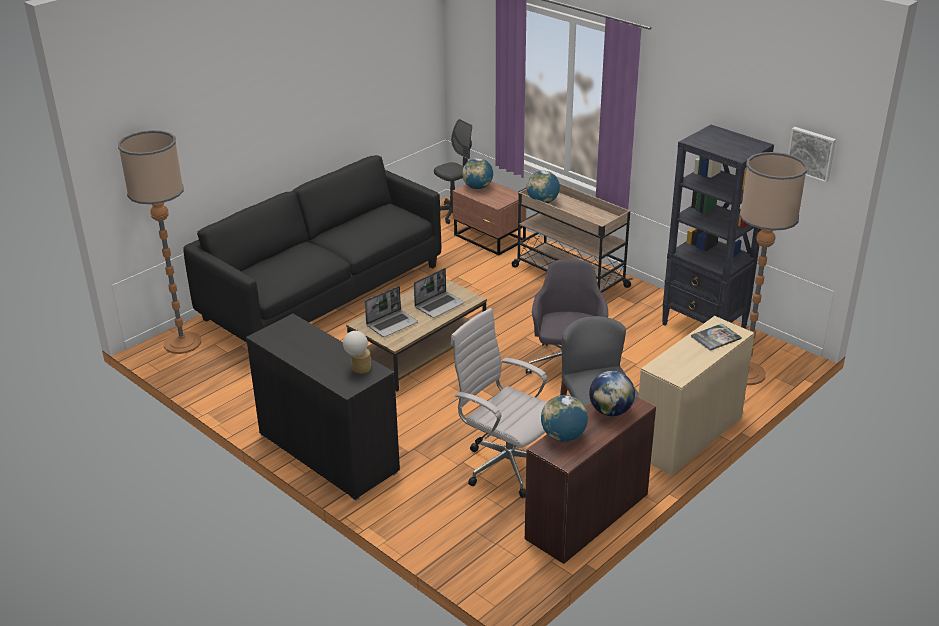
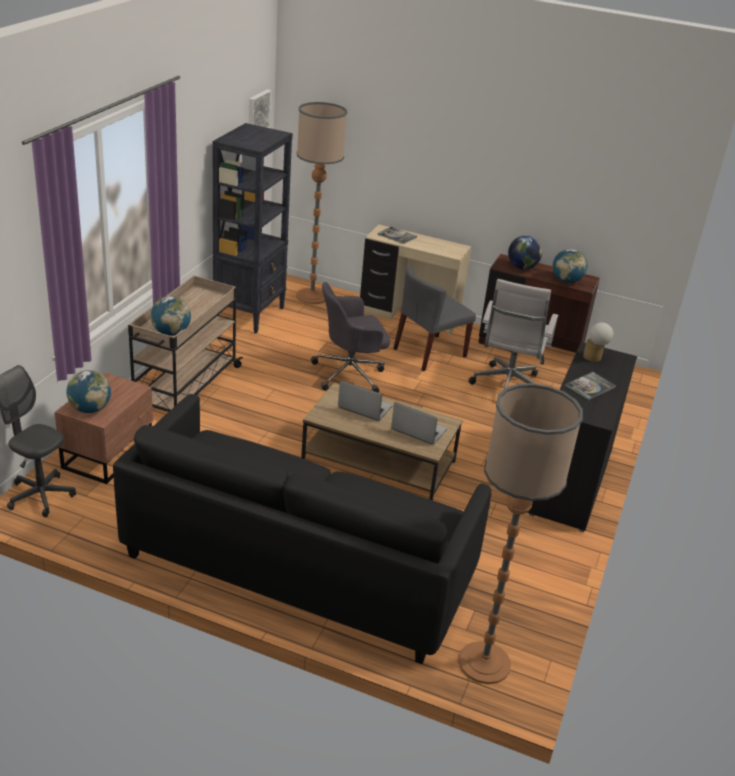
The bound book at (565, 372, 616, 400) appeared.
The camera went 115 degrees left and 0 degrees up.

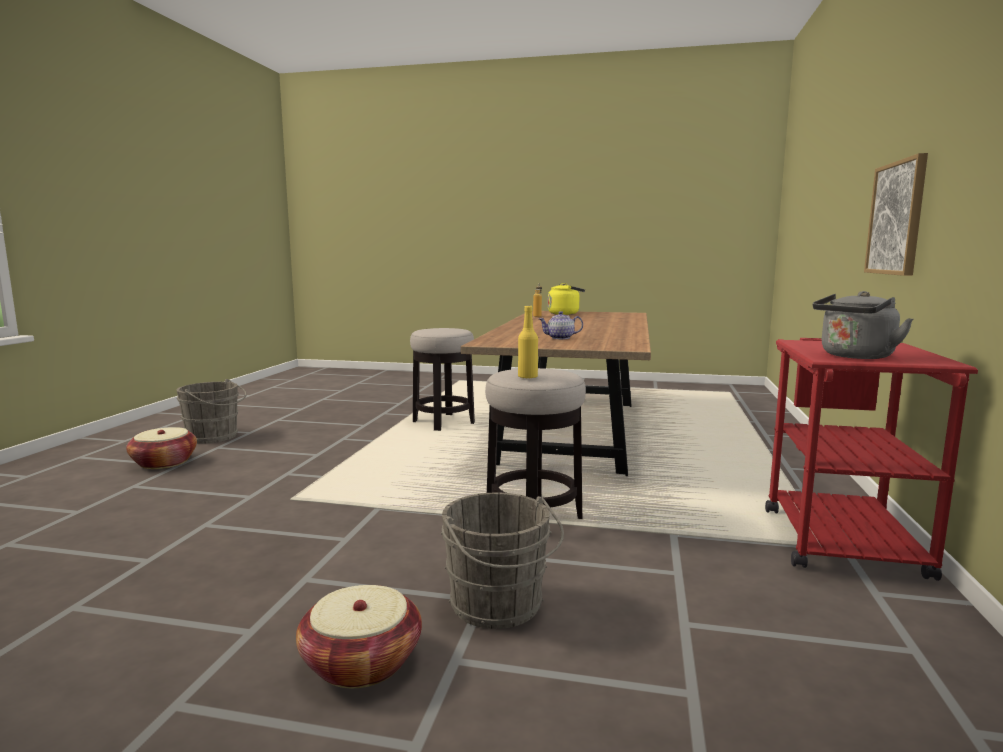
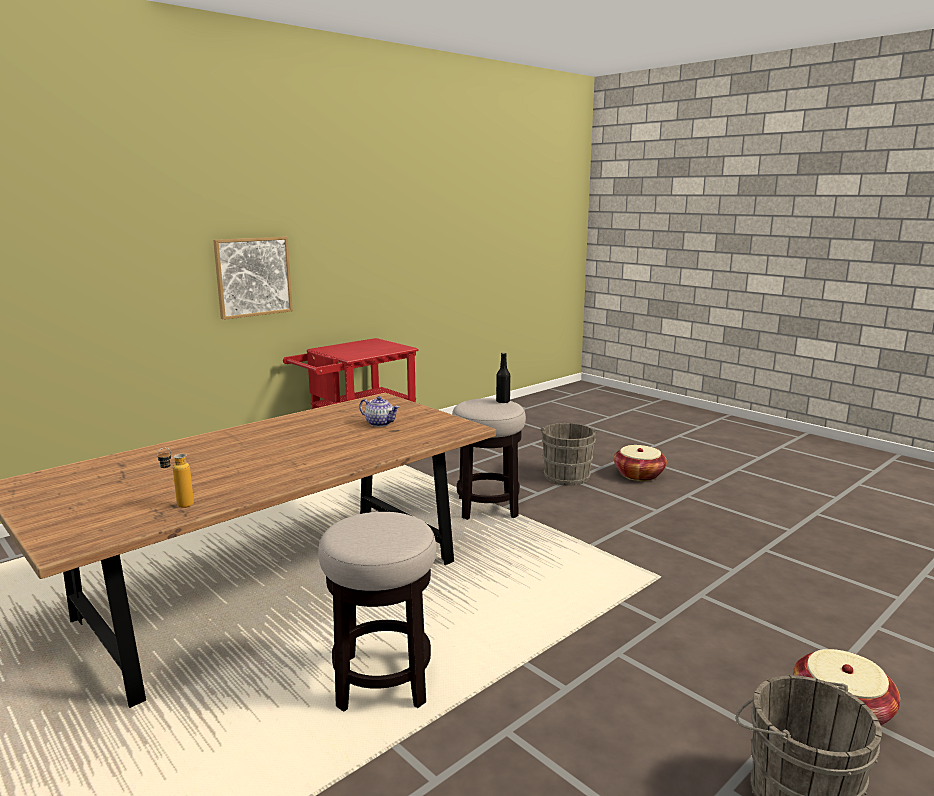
The yellow-coloured water kettle at (548, 283, 585, 315) disappeared.
The greyish water kettle at (813, 291, 913, 359) disappeared.
The yellow-coloured beverage bottle at (518, 306, 538, 379) became the black beverage bottle at (496, 353, 510, 403).
The camera went 145 degrees left and 5 degrees up.

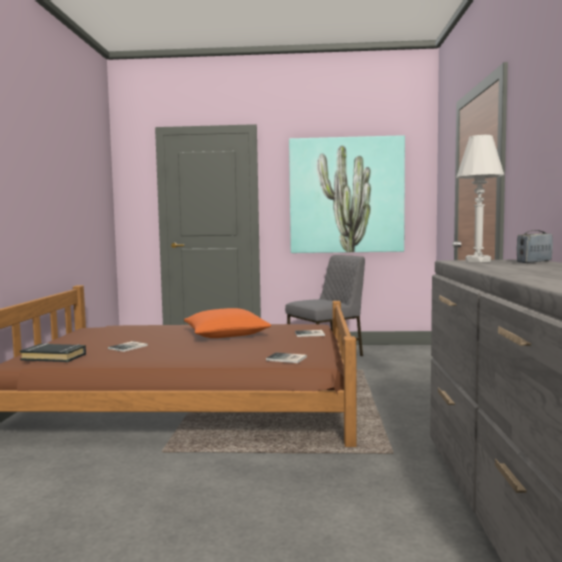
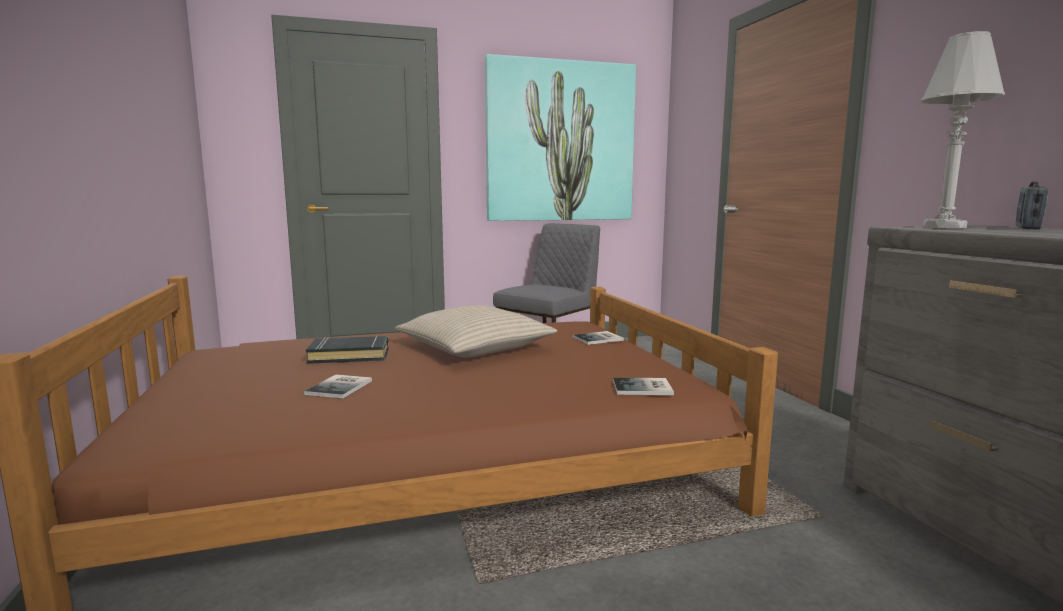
The orange throw pillow at (184, 308, 271, 338) became the sand-coloured throw pillow at (395, 305, 557, 358).
The black bound book moved from (20, 343, 86, 362) to (306, 336, 389, 364).
The camera went 20 degrees left and 5 degrees up.

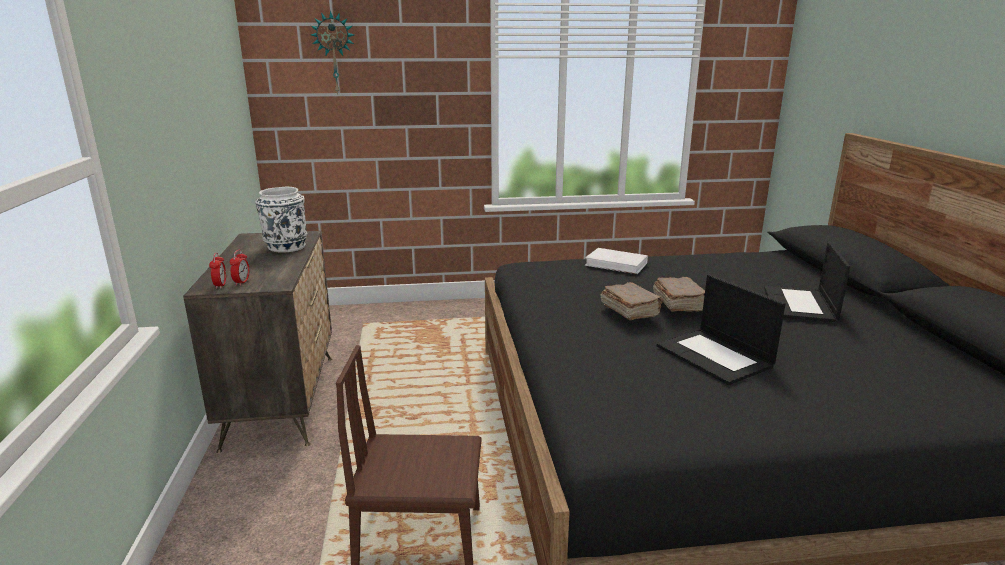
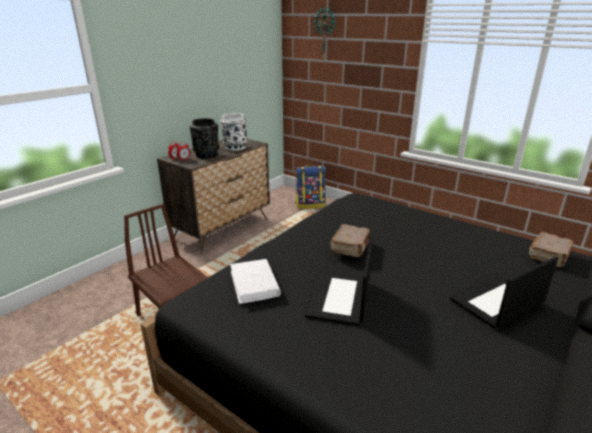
The white bound book moved from (585, 248, 648, 274) to (230, 259, 281, 304).
The brownish bound book moved from (653, 277, 705, 312) to (529, 232, 574, 267).
The black flower vase at (190, 118, 219, 158) appeared.
The rucksack at (295, 165, 326, 209) appeared.
The camera went 45 degrees right and 5 degrees up.

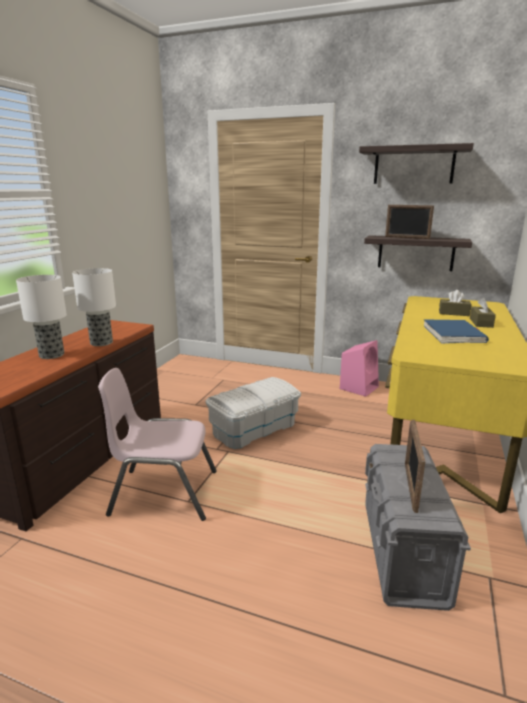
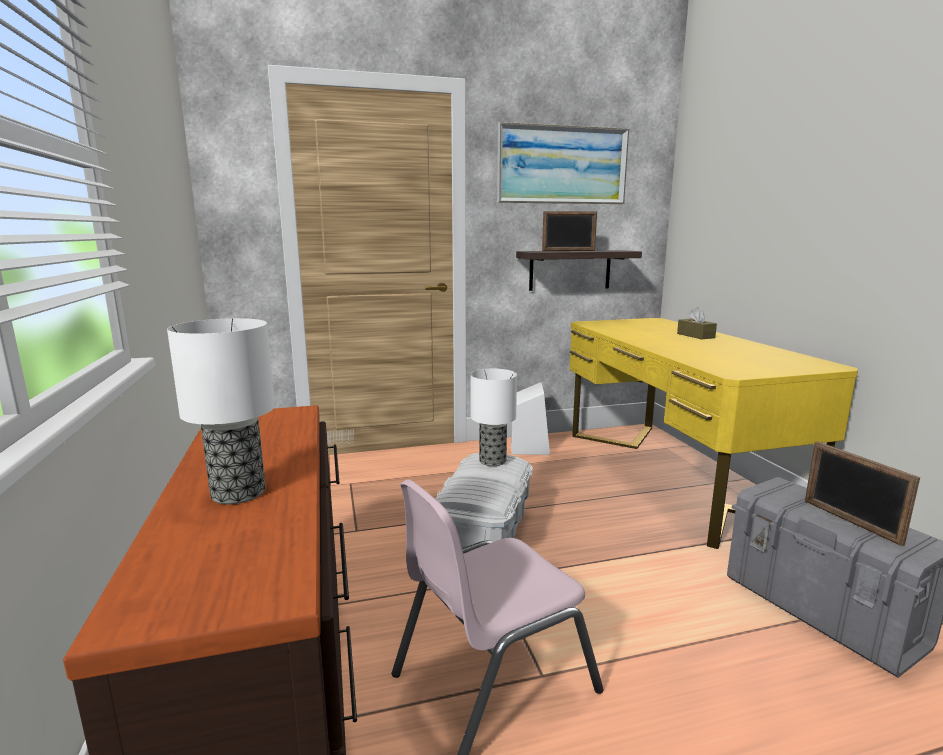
The bracket shelf at (359, 143, 474, 184) was replaced by the wall picture at (497, 122, 629, 204).
The tabletop lamp moved from (72, 268, 116, 346) to (471, 369, 517, 466).
The brownish tissue box at (439, 290, 472, 316) disappeared.
The bluish bound book at (424, 319, 489, 344) disappeared.
The pink-coloured speaker at (340, 340, 379, 397) became the white speaker at (511, 382, 550, 455).
The camera went 35 degrees left and 5 degrees down.

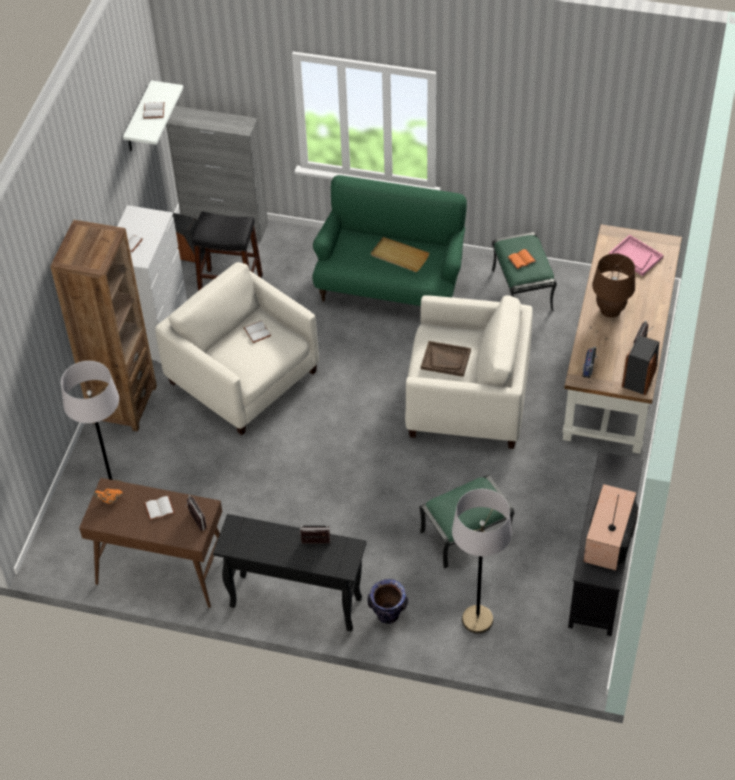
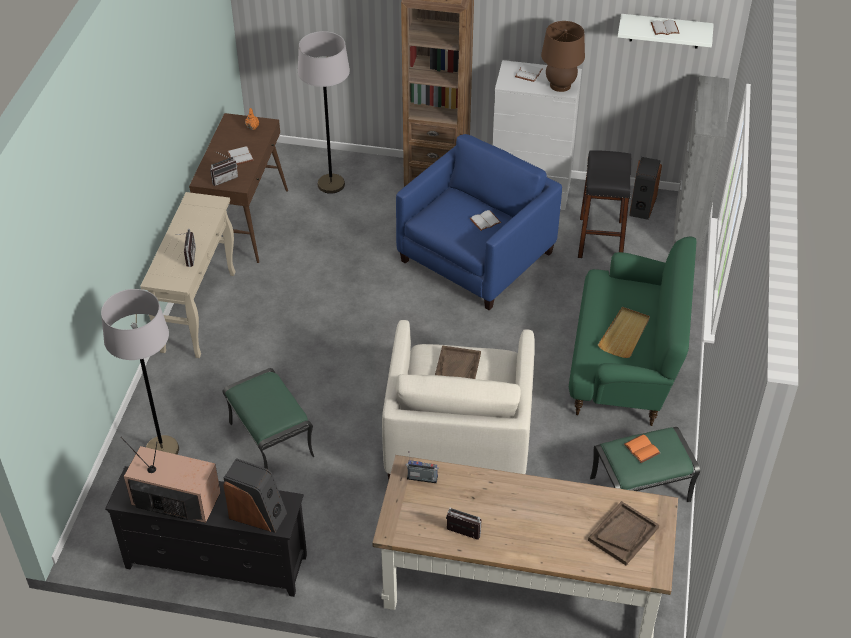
The pink-coloured tray at (609, 235, 663, 276) became the brownish tray at (588, 501, 659, 565).
The brownish tabletop lamp moved from (592, 253, 635, 317) to (541, 21, 585, 92).
The sand-coloured easy chair at (155, 262, 319, 435) became the bluish easy chair at (396, 134, 562, 310).
The speaker moved from (622, 335, 659, 395) to (223, 458, 287, 533).
The black console table at (213, 514, 366, 632) became the sand-coloured console table at (140, 192, 236, 358).
The flower vase at (368, 579, 408, 624) disappeared.
The camera went 85 degrees right and 5 degrees down.

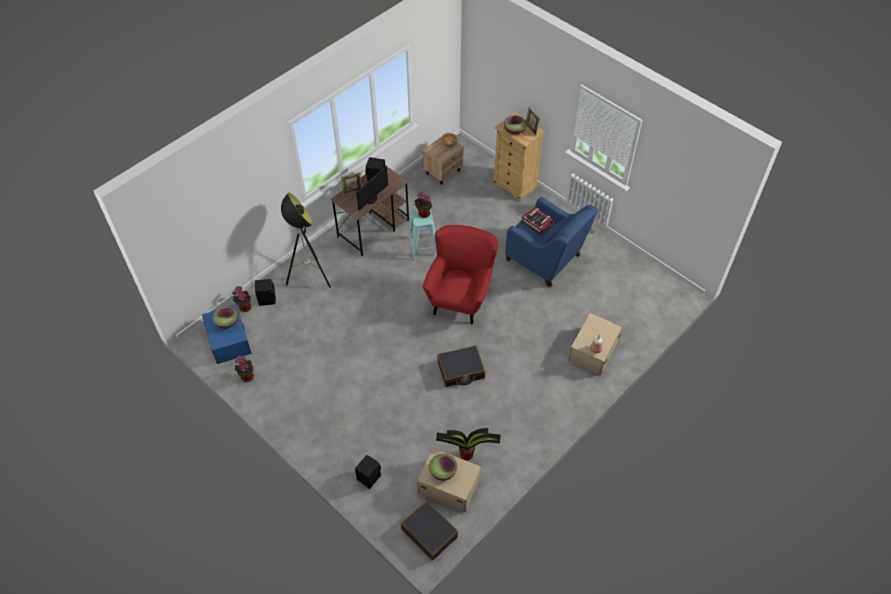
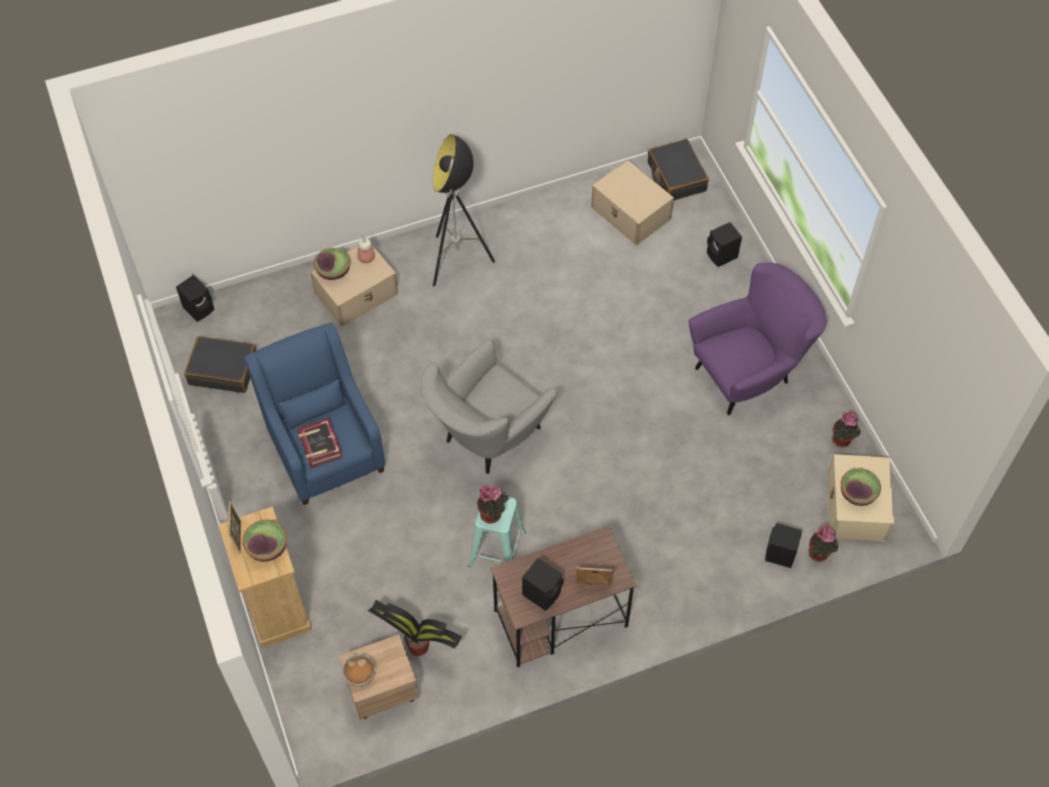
The computer screen at (356, 166, 388, 211) disappeared.
The standard lamp moved from (281, 193, 331, 288) to (433, 134, 495, 287).
The red easy chair at (423, 225, 498, 324) became the greyish easy chair at (420, 340, 557, 474).
The bluish storage bin at (202, 304, 252, 364) became the sand-coloured storage bin at (827, 454, 894, 541).
The black suitcase moved from (437, 346, 485, 387) to (184, 336, 256, 393).
The plant in a pot moved from (436, 428, 501, 460) to (368, 600, 462, 656).
The deep dish moved from (429, 454, 457, 481) to (314, 248, 350, 280).
The purple-coloured easy chair at (689, 263, 827, 415) appeared.
The black speaker at (176, 275, 215, 322) appeared.
The camera went 155 degrees left and 5 degrees up.

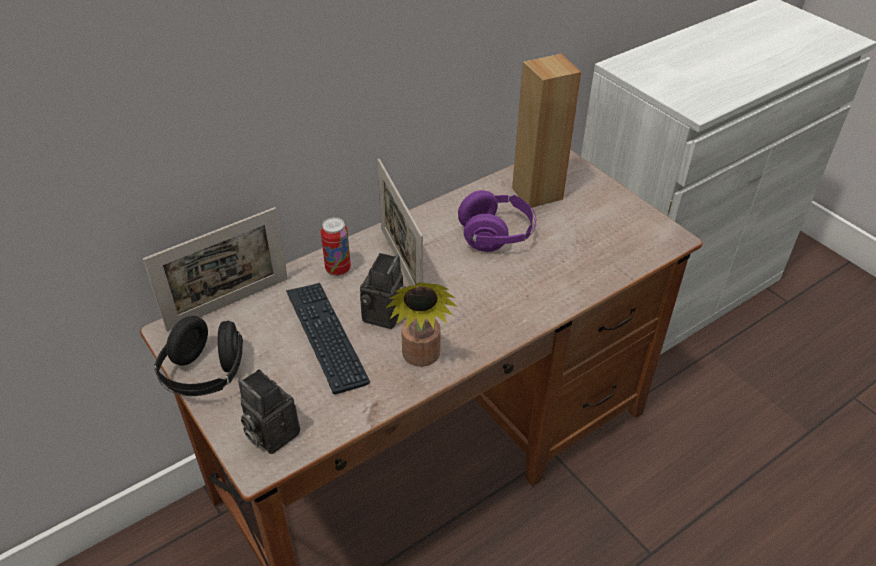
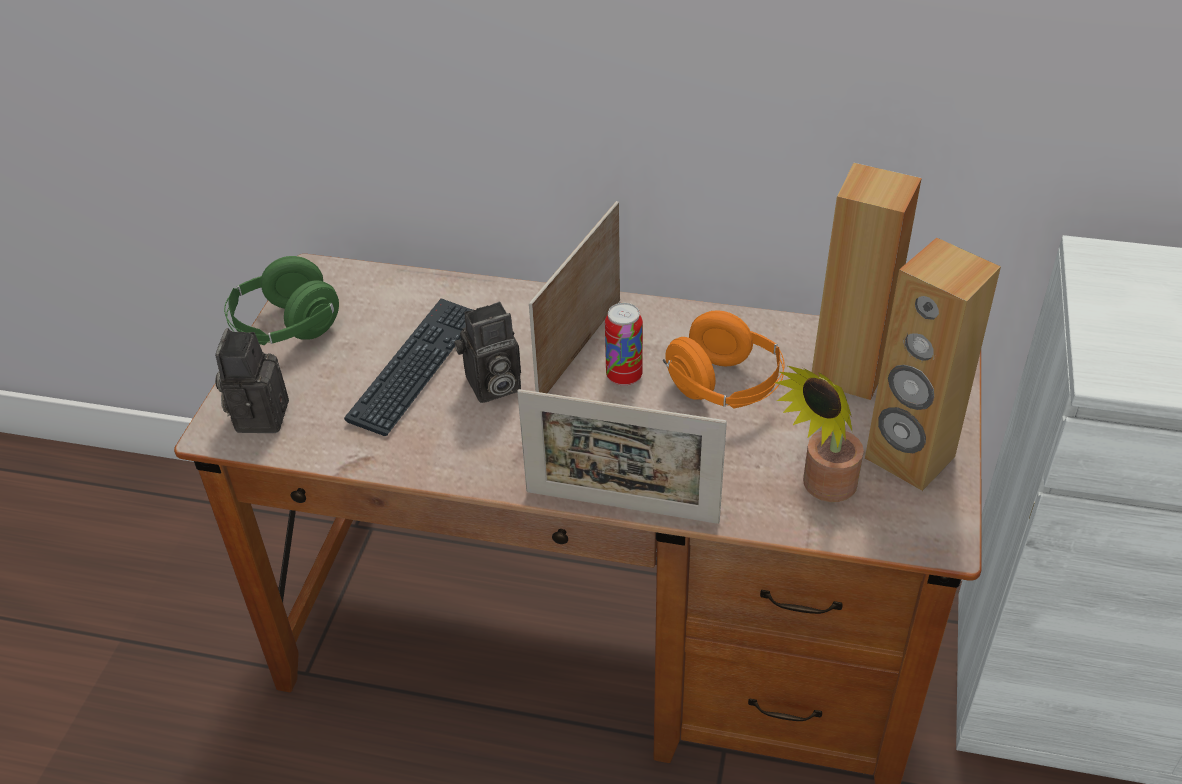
The purple-coloured pair of headphones at (458, 190, 536, 252) became the orange pair of headphones at (663, 310, 785, 409).
The photo frame moved from (143, 207, 288, 331) to (517, 389, 727, 524).
The sealed can moved from (321, 217, 351, 276) to (605, 303, 643, 386).
The plant in a pot moved from (386, 282, 457, 367) to (775, 366, 864, 502).
The black pair of headphones at (154, 316, 243, 396) became the green pair of headphones at (224, 256, 339, 345).
The brownish speaker at (865, 237, 1001, 491) appeared.
The camera went 50 degrees right and 0 degrees up.

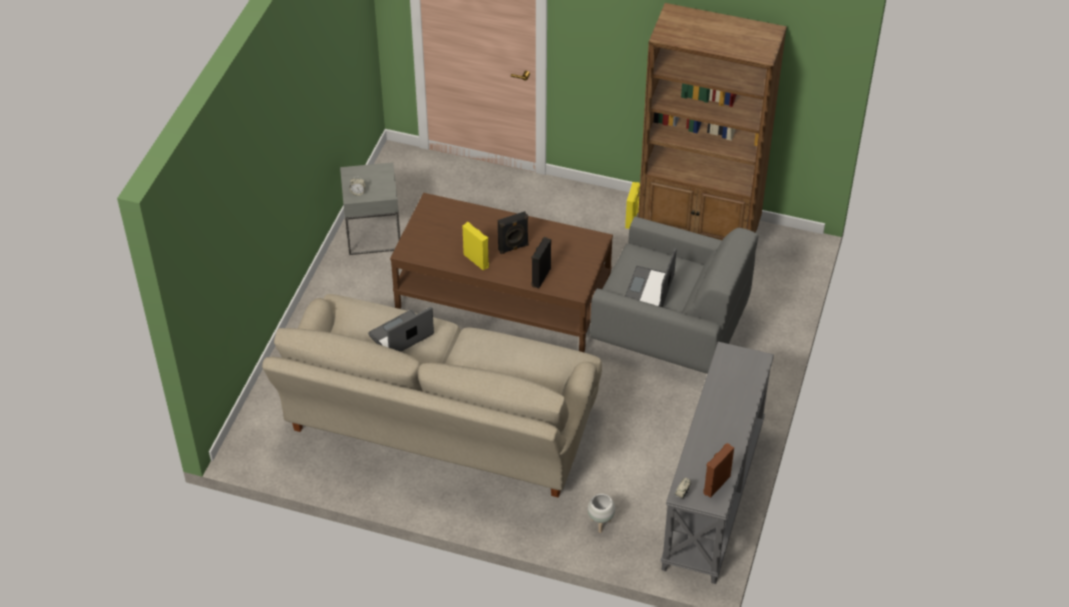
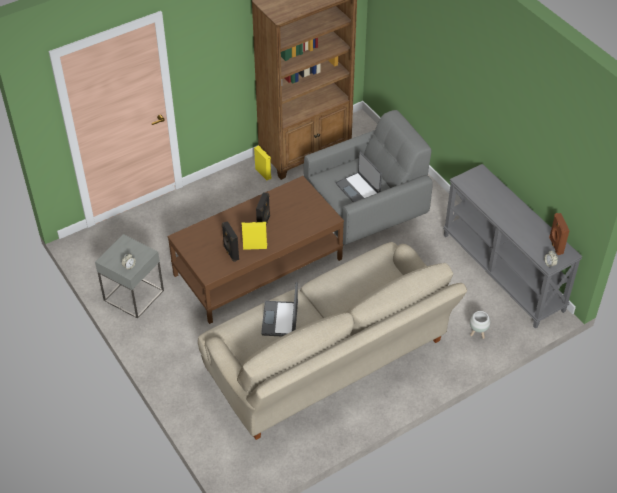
The black speaker moved from (531, 237, 551, 288) to (222, 221, 239, 262).
The camera went 50 degrees left and 0 degrees up.

